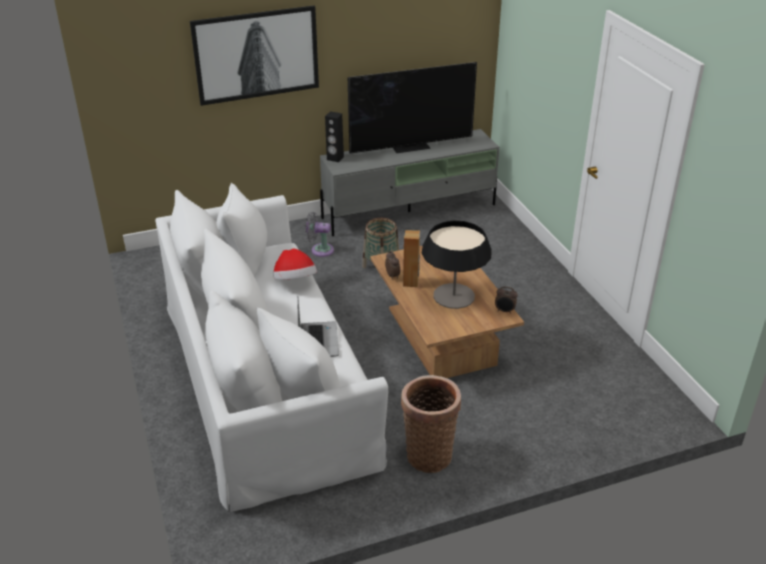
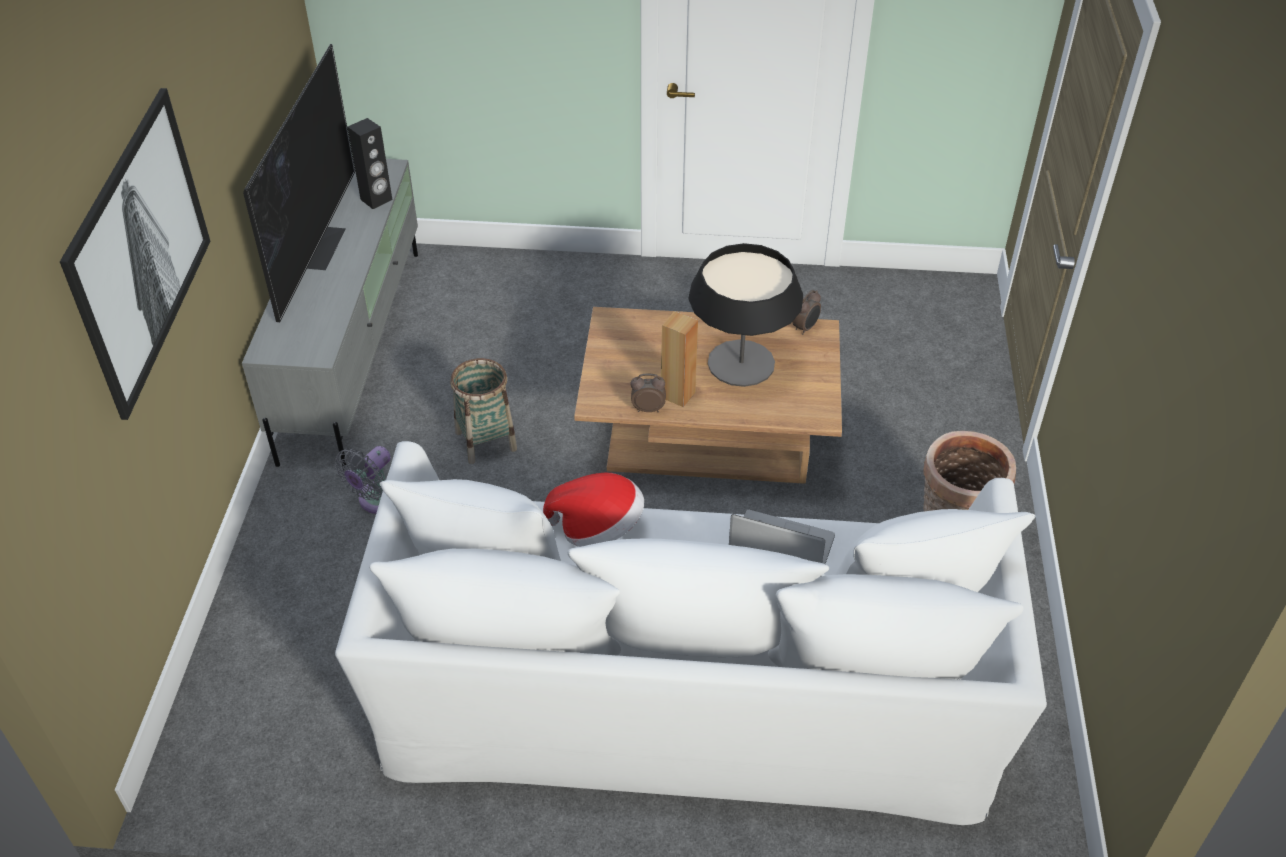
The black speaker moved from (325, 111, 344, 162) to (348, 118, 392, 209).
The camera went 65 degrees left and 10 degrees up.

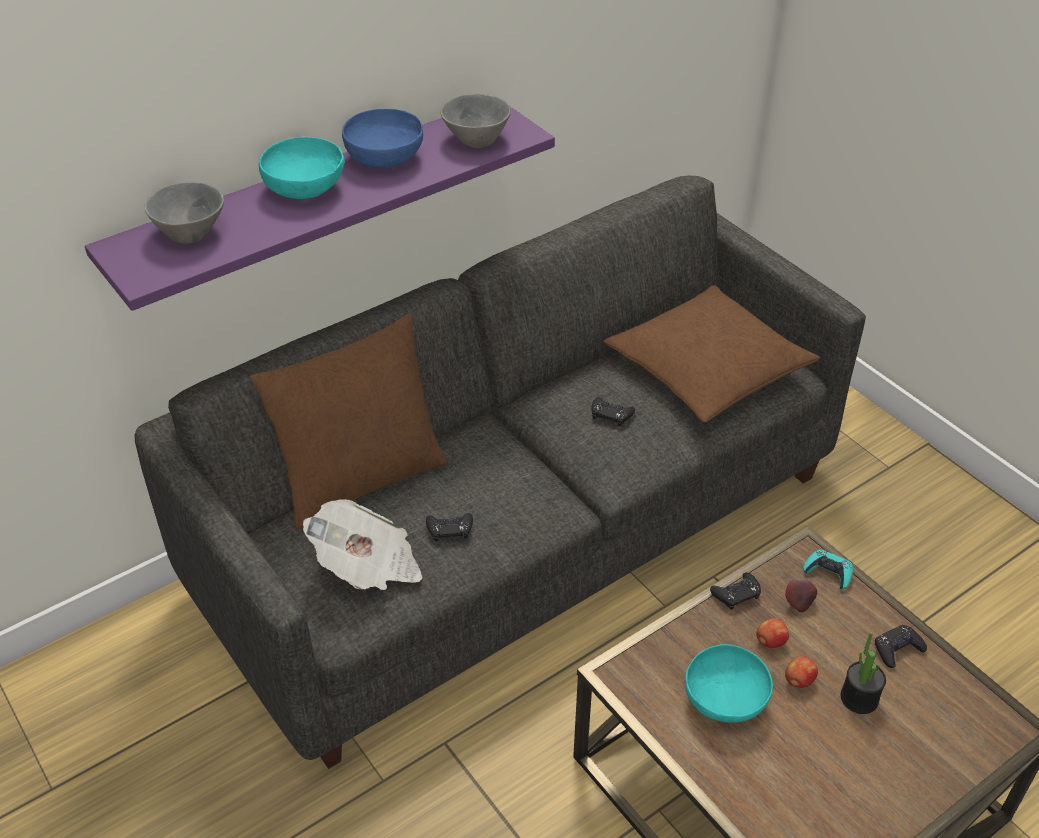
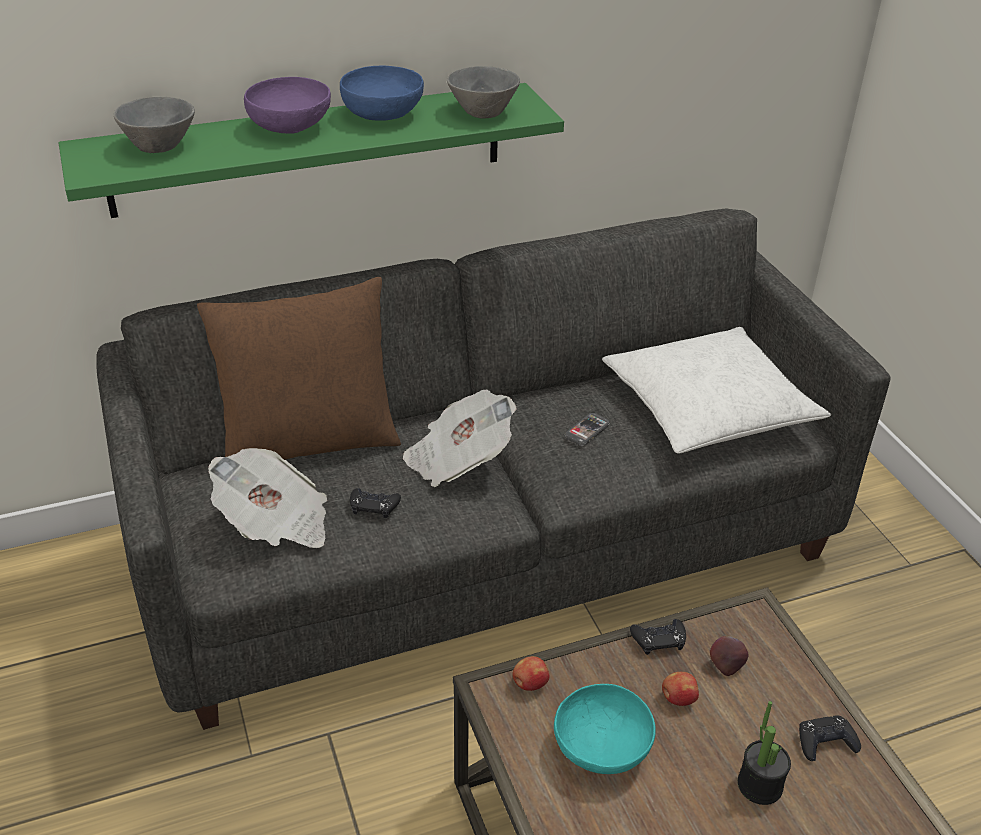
The purple-coloured bracket shelf at (85, 107, 555, 311) became the green bracket shelf at (58, 83, 564, 218).
The turquoise-coloured deep dish at (259, 137, 345, 199) became the purple-coloured deep dish at (244, 77, 331, 134).
The brownish throw pillow at (604, 285, 820, 422) became the white throw pillow at (602, 327, 831, 454).
The black gamepad at (591, 397, 635, 426) was replaced by the telephone at (565, 413, 610, 446).
The turquoise-coloured gamepad at (803, 549, 853, 590) disappeared.
The whole apple moved from (785, 656, 818, 688) to (512, 656, 550, 691).
The daily paper at (403, 389, 517, 487) appeared.
The camera went 15 degrees right and 5 degrees down.

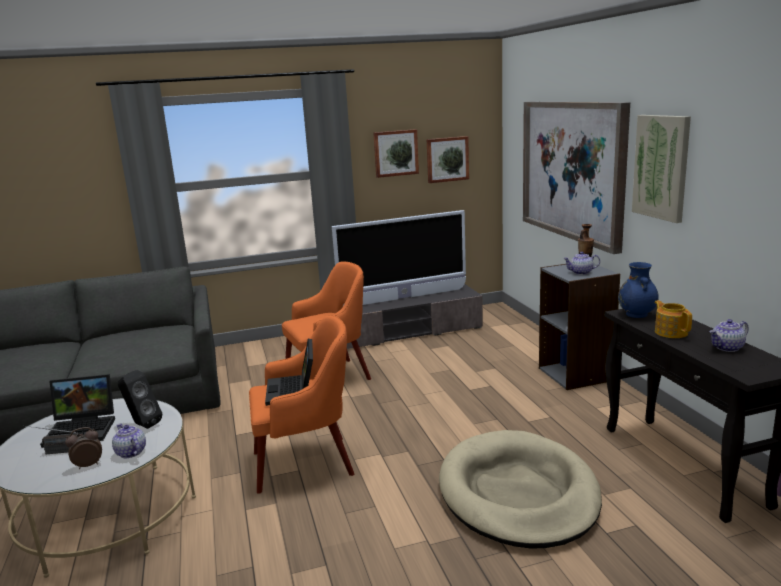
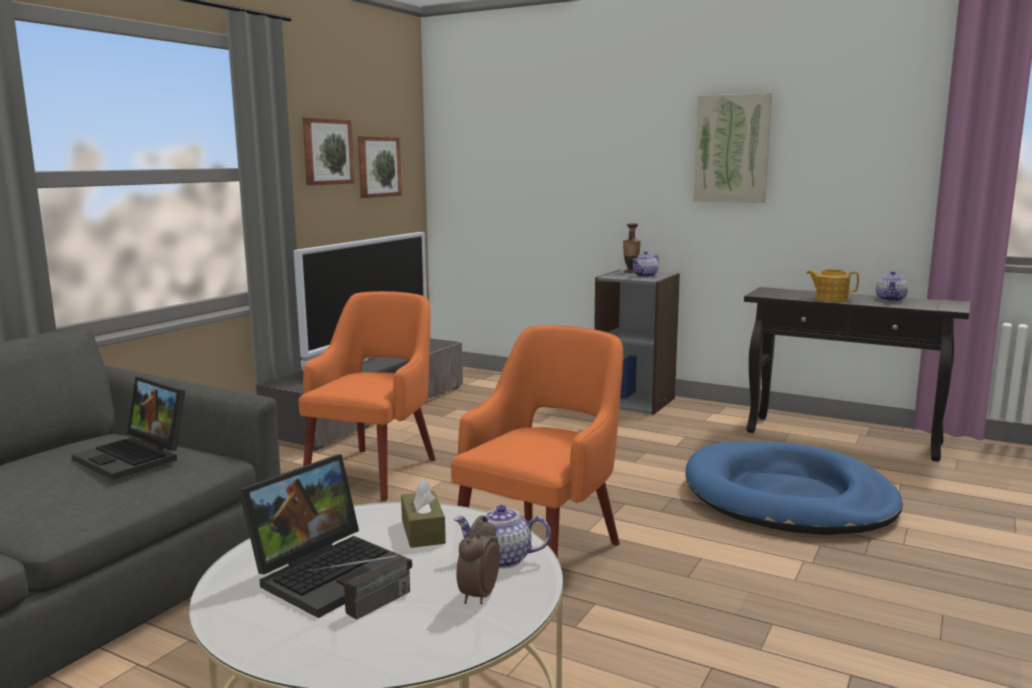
The wall picture at (523, 102, 630, 254) disappeared.
The bluish flower vase at (618, 262, 659, 318) disappeared.
The notebook computer moved from (265, 339, 313, 406) to (71, 377, 186, 480).
The black speaker at (118, 370, 162, 429) was replaced by the brownish tissue box at (401, 479, 446, 548).
The sand-coloured dog bed at (439, 430, 602, 549) became the bluish dog bed at (685, 442, 903, 535).
The camera went 45 degrees left and 5 degrees down.

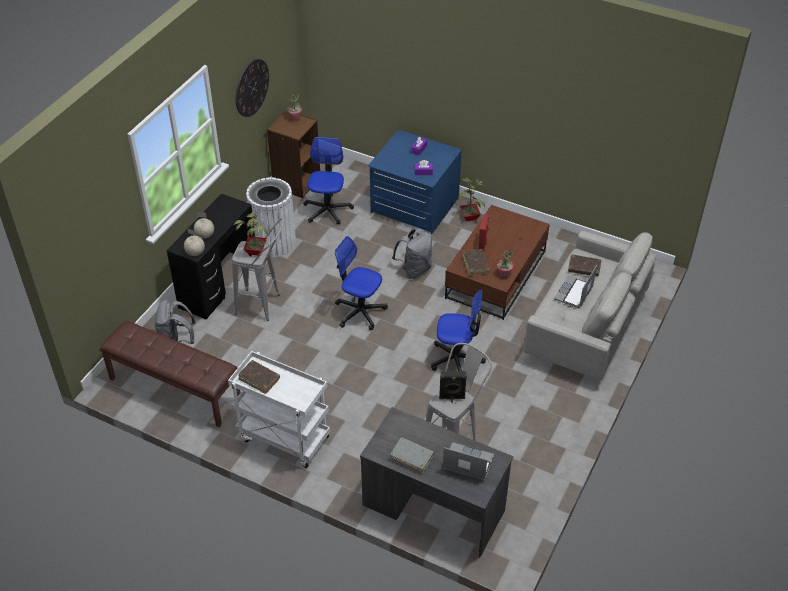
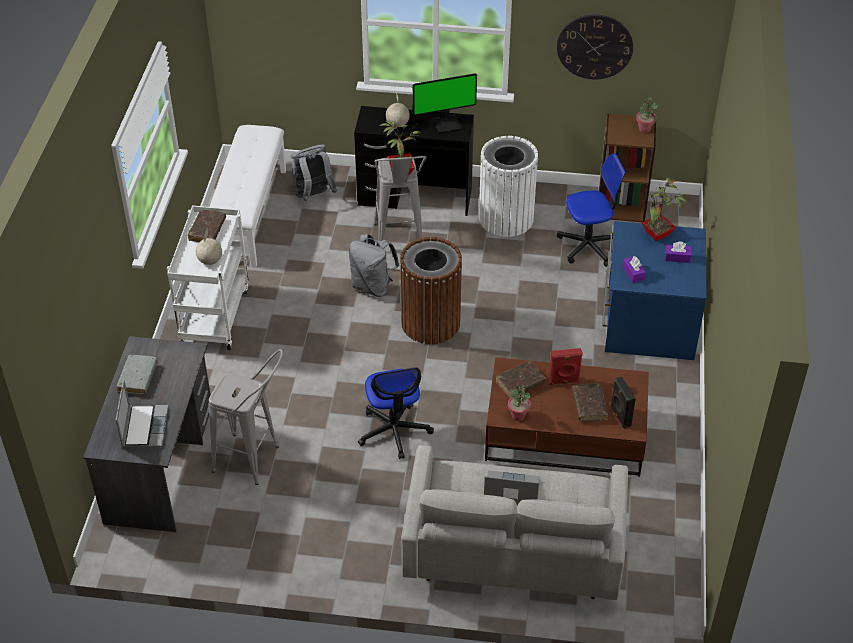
The plant in a pot moved from (458, 177, 485, 221) to (642, 177, 688, 241).
The desk globe moved from (184, 228, 205, 256) to (196, 228, 222, 265).
The greyish rucksack moved from (392, 228, 432, 279) to (349, 234, 400, 297).
The computer chair at (335, 236, 388, 330) was replaced by the brownish waste bin at (400, 237, 462, 344).
The brownish bound book moved from (568, 254, 602, 277) to (572, 383, 608, 421).
The brownish long seat at (100, 321, 241, 427) became the white long seat at (210, 125, 286, 268).
The black speaker moved from (439, 371, 467, 399) to (611, 377, 636, 429).
The computer screen at (413, 73, 477, 133) appeared.
The camera went 70 degrees right and 0 degrees up.

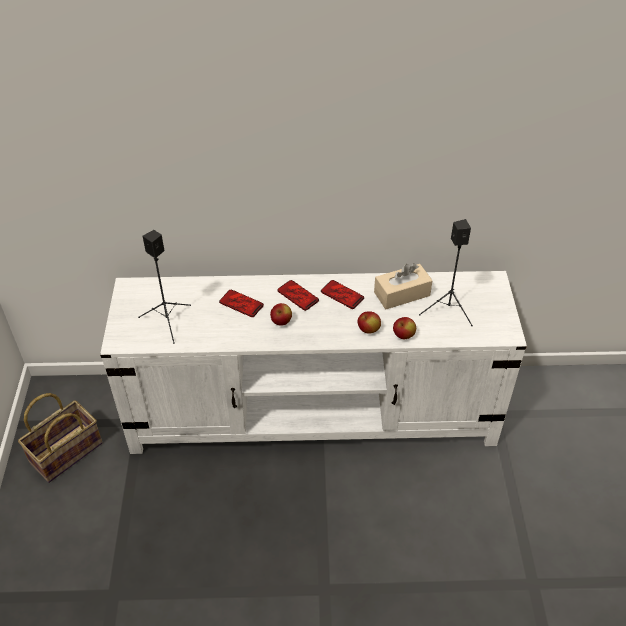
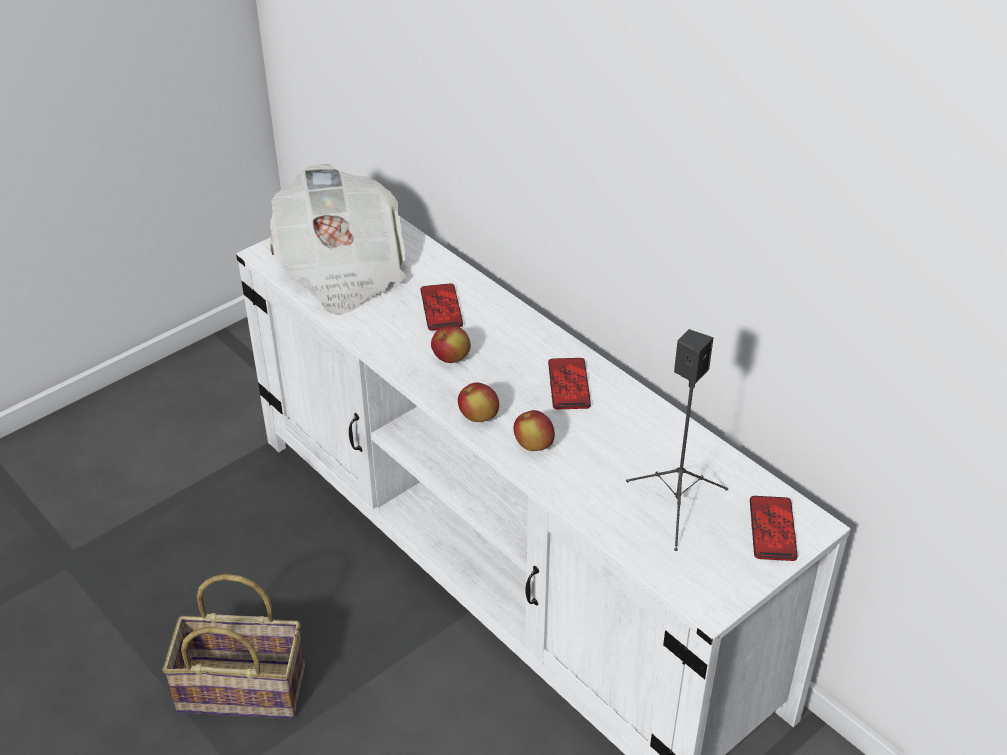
The black speaker at (138, 230, 191, 344) was replaced by the daily paper at (269, 164, 405, 315).
The sand-coloured tissue box at (374, 263, 433, 309) disappeared.
The telephone moved from (277, 280, 319, 311) to (750, 496, 798, 561).
The whole apple moved from (393, 317, 416, 339) to (458, 382, 499, 422).
The basket moved from (18, 393, 103, 483) to (163, 574, 305, 719).
The camera went 50 degrees right and 5 degrees down.

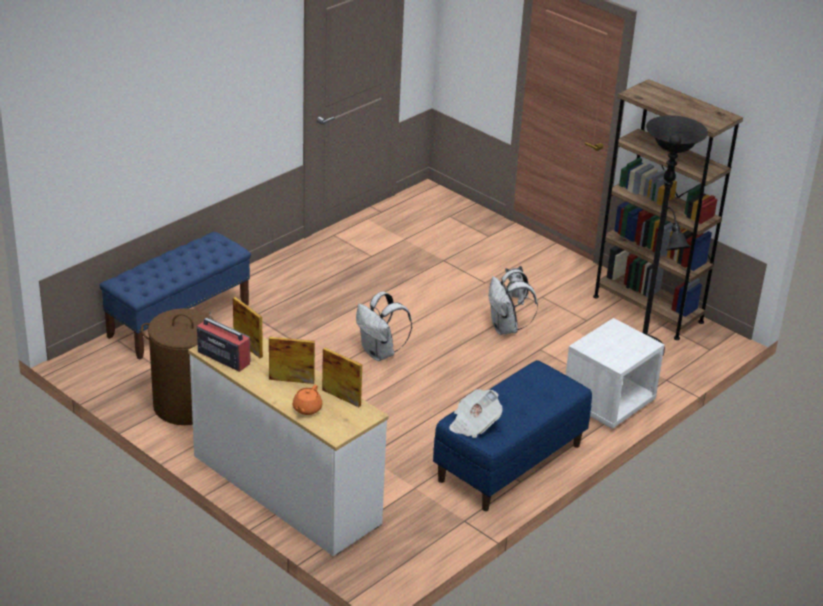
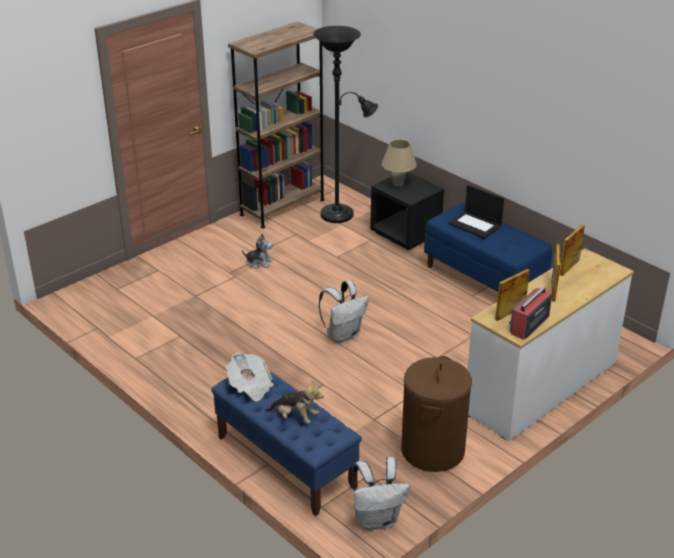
The white rucksack moved from (488, 269, 538, 335) to (353, 457, 410, 530).
The white nightstand at (565, 318, 665, 429) became the black nightstand at (370, 172, 444, 250).
The orange pot for tea at (293, 385, 322, 415) disappeared.
The daily paper moved from (449, 389, 503, 438) to (226, 352, 274, 401).
The sand-coloured tabletop lamp at (381, 139, 417, 187) appeared.
The notebook computer at (448, 185, 504, 239) appeared.
The cuddly toy at (265, 380, 324, 423) appeared.
The camera went 85 degrees left and 0 degrees up.

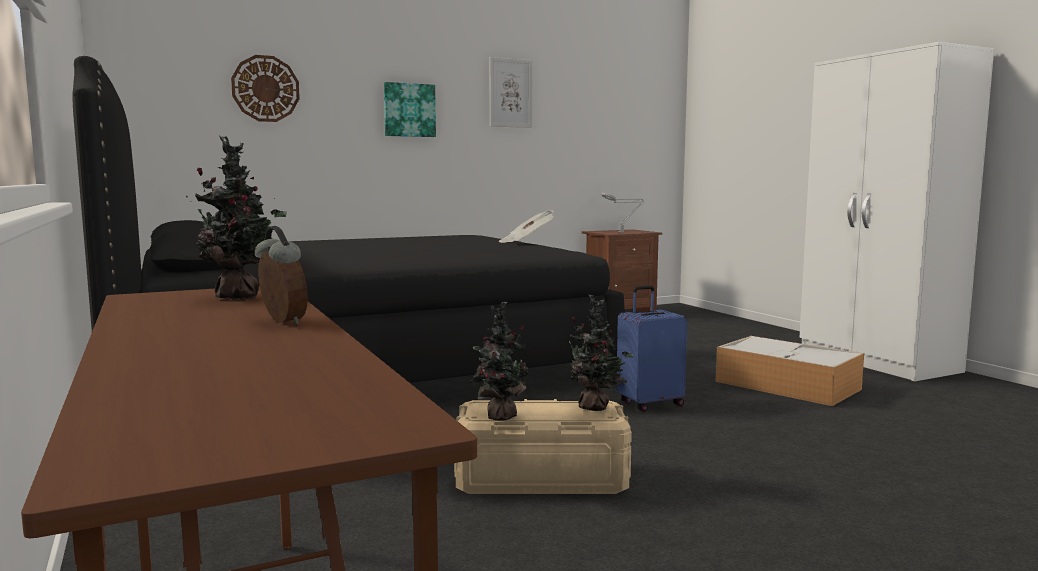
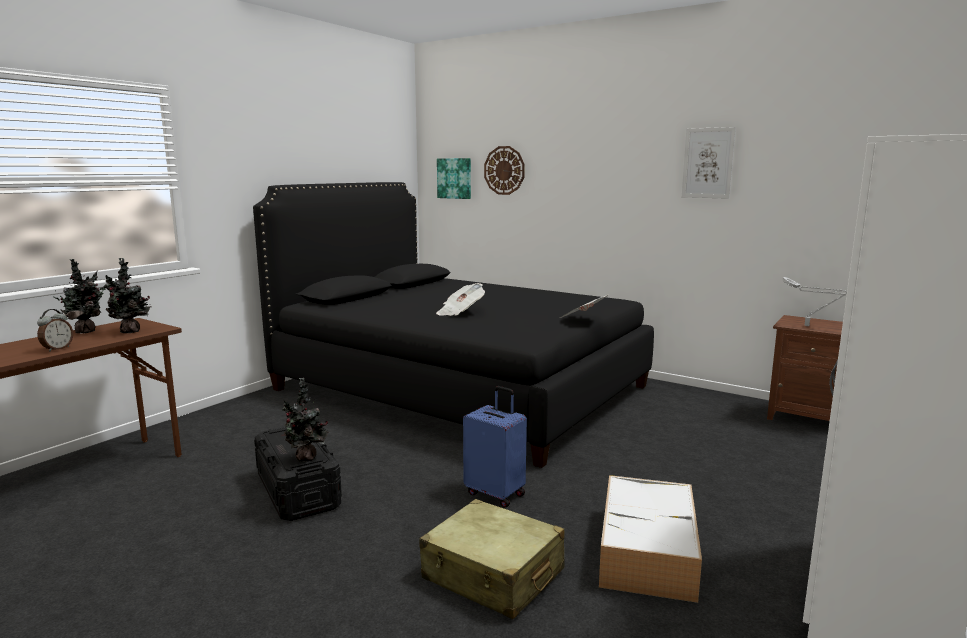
The wall picture moved from (384, 82, 436, 137) to (437, 158, 471, 199).
The plant in a pot moved from (468, 301, 530, 421) to (54, 259, 106, 334).
The sand-coloured storage bin at (454, 399, 632, 494) became the black storage bin at (254, 425, 342, 521).
The daily paper at (436, 283, 485, 316) appeared.
The sand-coloured suitcase at (419, 499, 565, 619) appeared.
The camera went 60 degrees right and 5 degrees up.

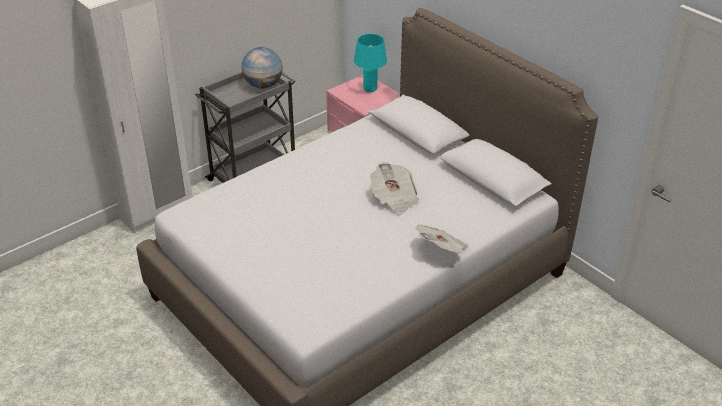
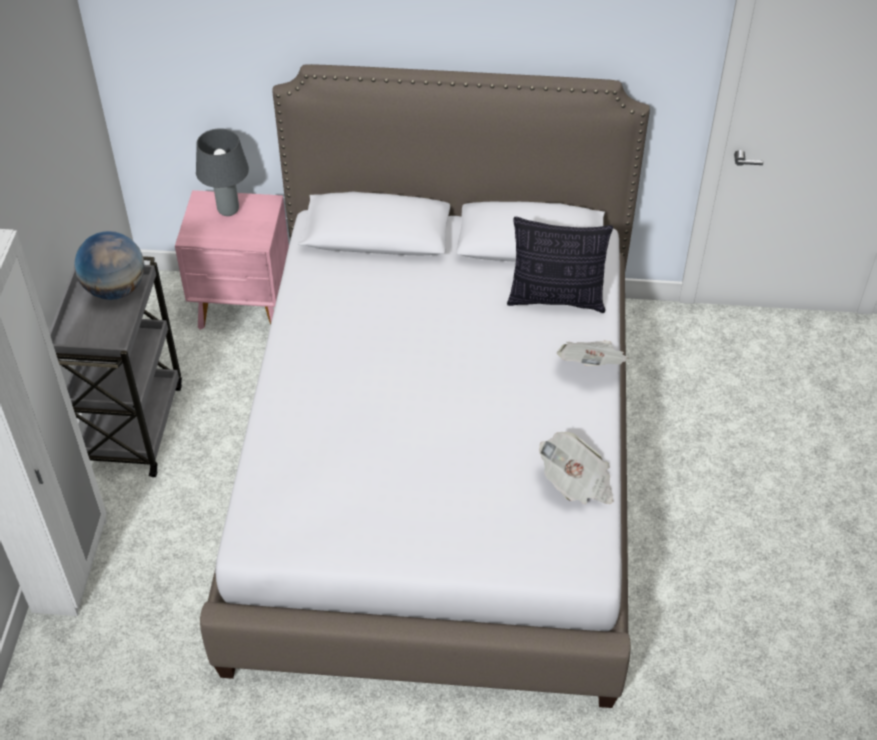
The turquoise-coloured tabletop lamp at (354, 34, 387, 92) became the greyish tabletop lamp at (196, 128, 249, 216).
The daily paper moved from (370, 162, 419, 215) to (539, 432, 613, 504).
The throw pillow at (507, 217, 613, 313) appeared.
The camera went 45 degrees left and 10 degrees up.

